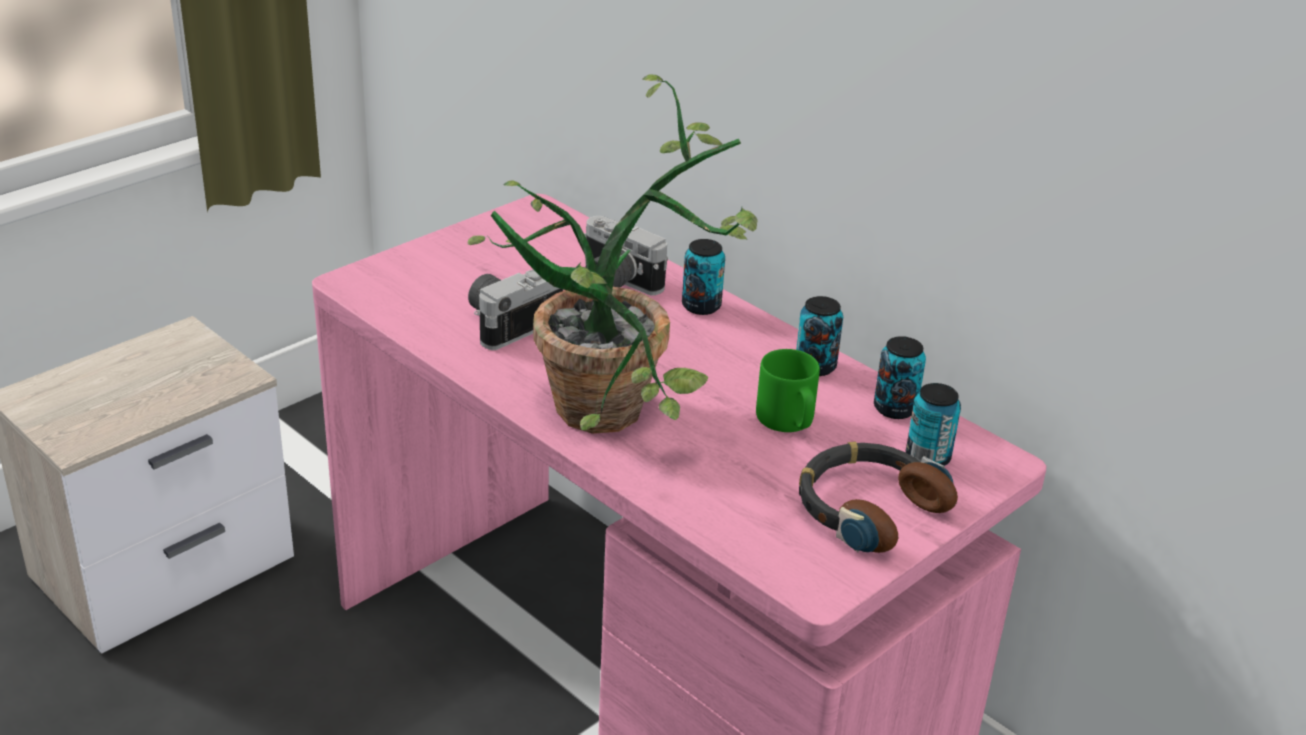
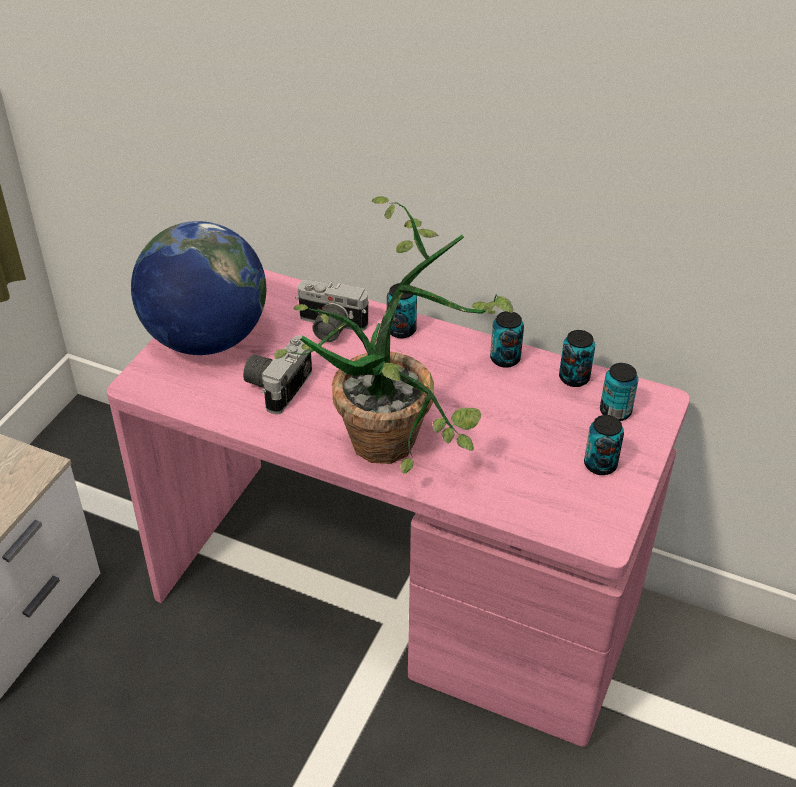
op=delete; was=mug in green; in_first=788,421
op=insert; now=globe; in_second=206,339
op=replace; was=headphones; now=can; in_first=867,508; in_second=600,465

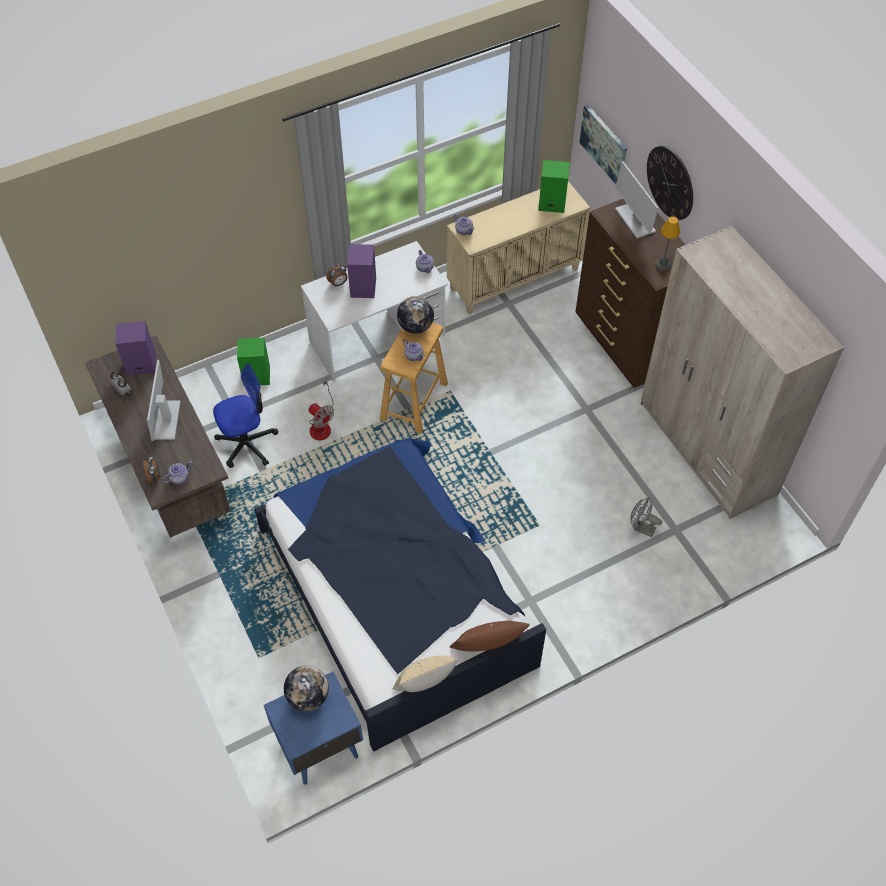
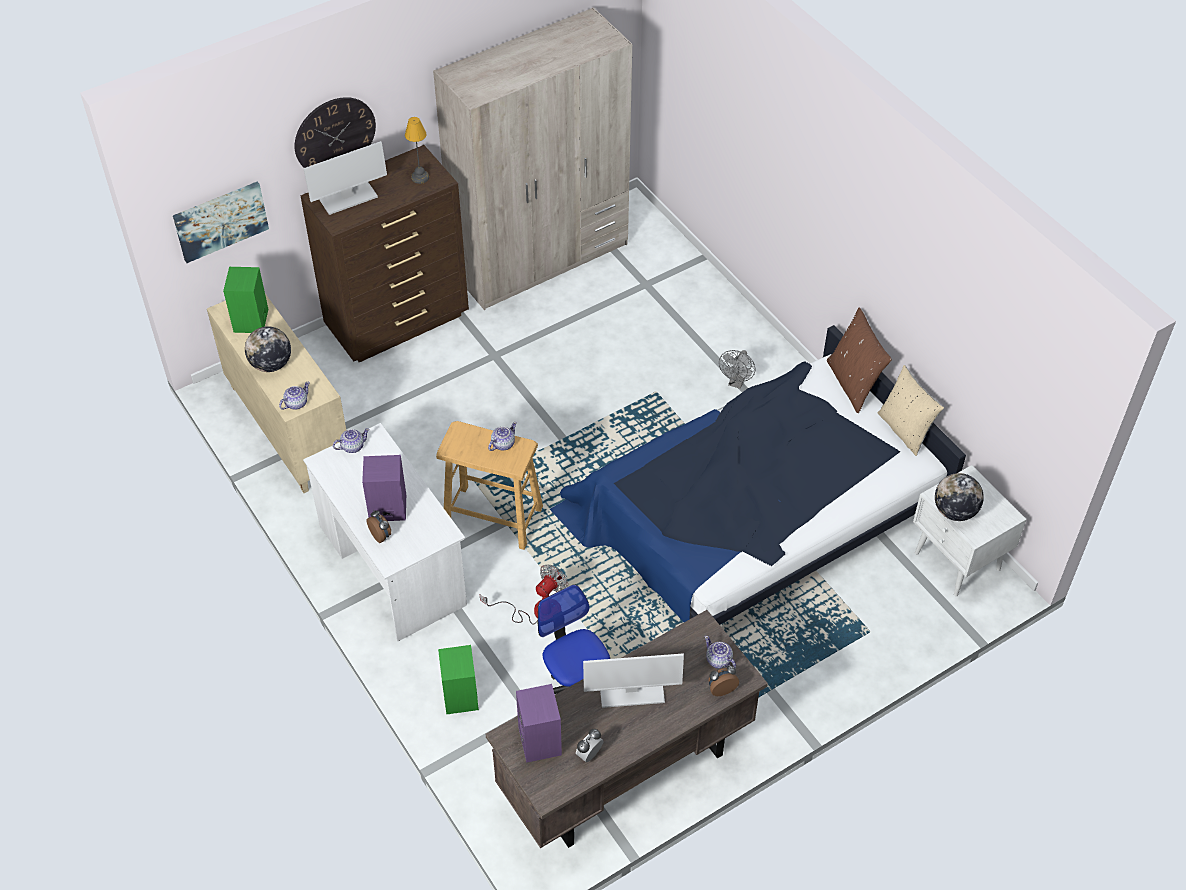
op=move; was=globe; in_first=415,326; in_second=271,364
op=move; was=fan in grey; in_first=641,528; in_second=736,382
op=recolor; was=nightstand in blue; now=nightstand in white; in_first=318,747; in_second=957,562

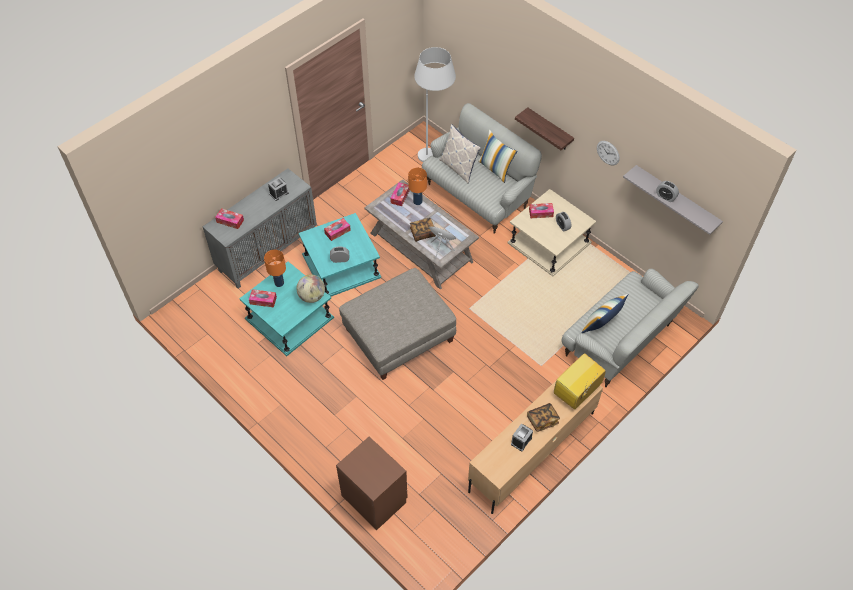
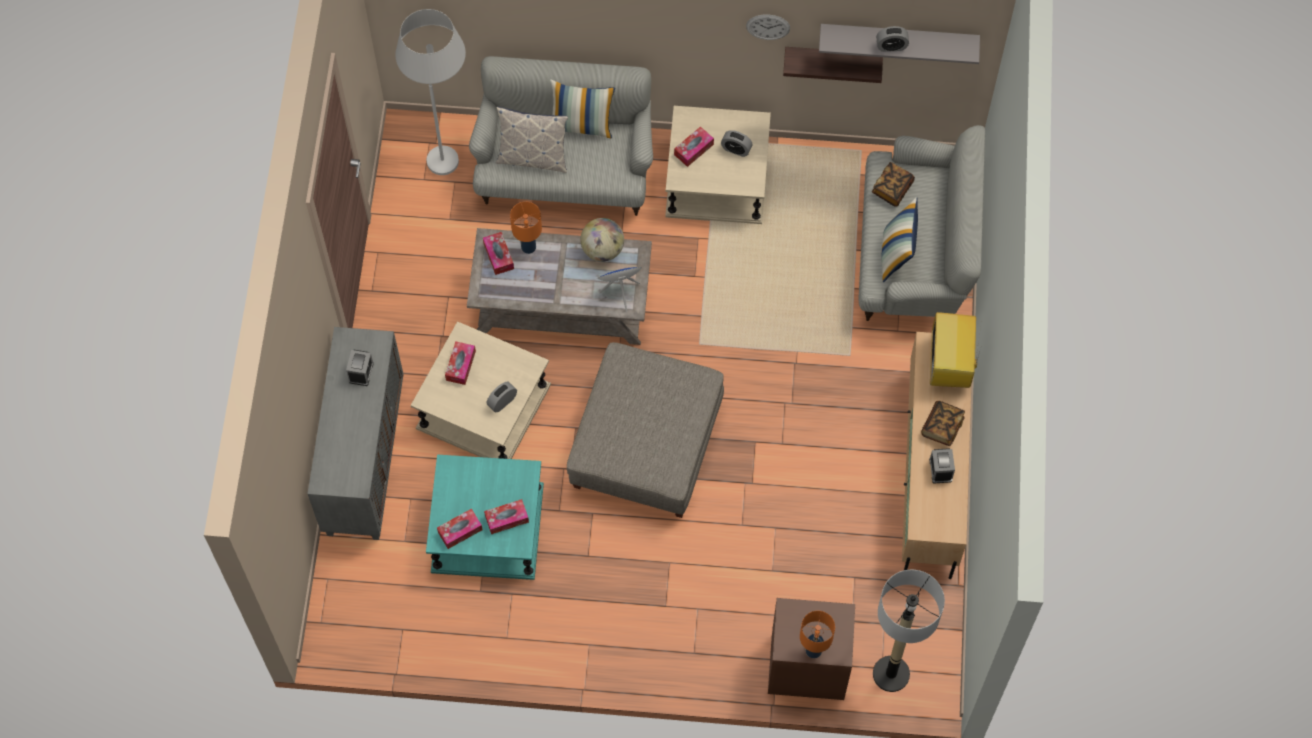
op=insert; now=floor lamp; in_second=891,674
op=move; was=tissue box; in_first=230,221; in_second=507,519
op=move; was=table lamp in orange; in_first=279,283; in_second=814,650
op=move; was=globe; in_first=312,296; in_second=602,250
op=move; was=book; in_first=422,233; in_second=892,189
op=move; was=shelf; in_first=549,130; in_second=833,59
op=recolor; was=side table in turquoise; now=side table in beige; in_first=341,266; in_second=483,406

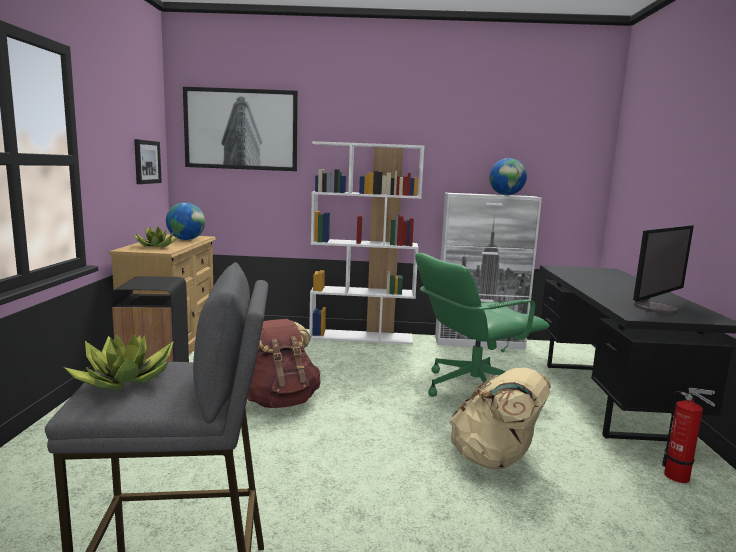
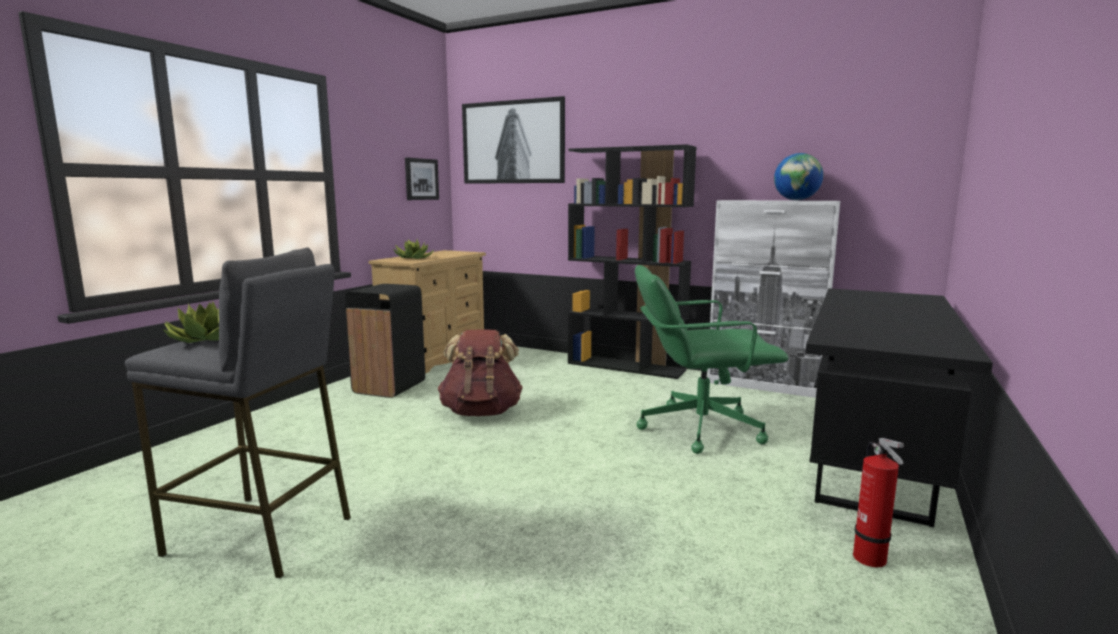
op=delete; was=globe; in_first=186,240
op=delete; was=backpack in beige; in_first=495,459
op=delete; was=monitor; in_first=655,308
op=recolor; was=bookcase in white; now=bookcase in black; in_first=362,337; in_second=626,366

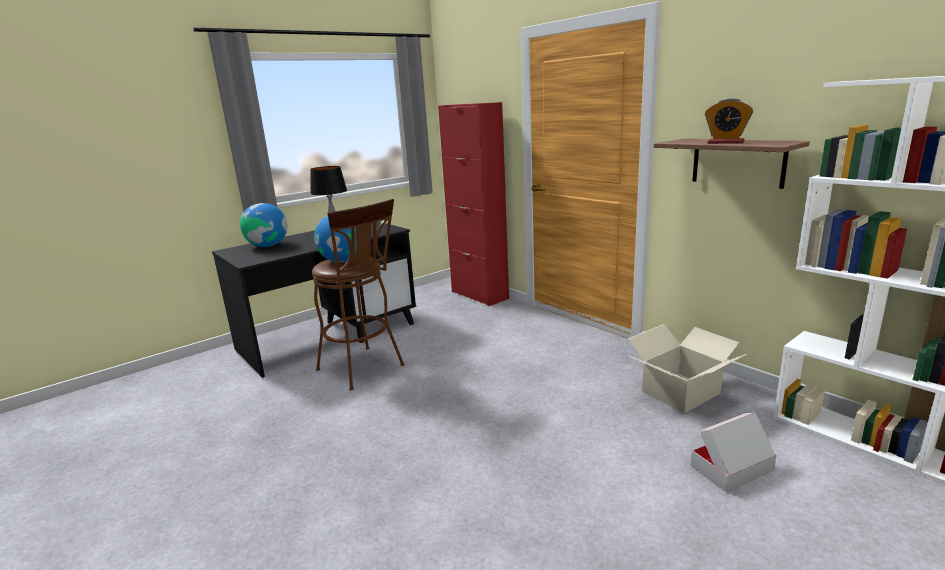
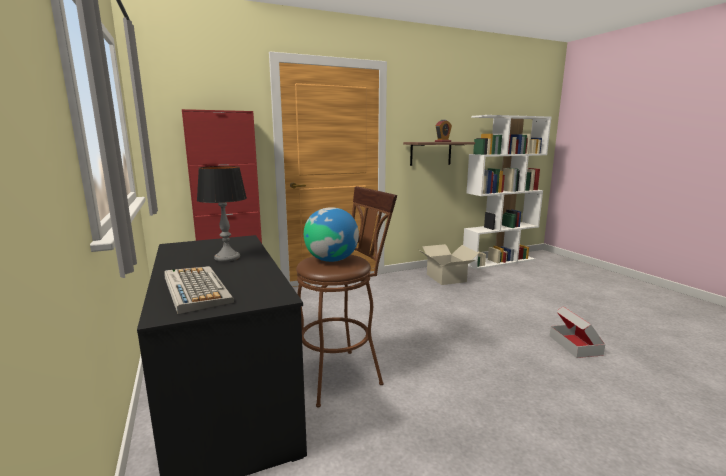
op=move; was=cardboard box; in_first=731,468; in_second=575,345
op=replace; was=globe; now=keyboard; in_first=267,246; in_second=195,289

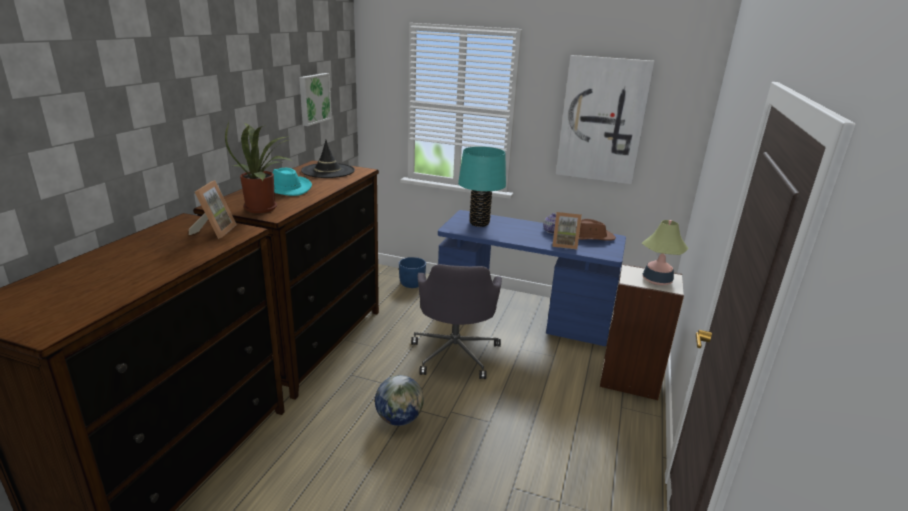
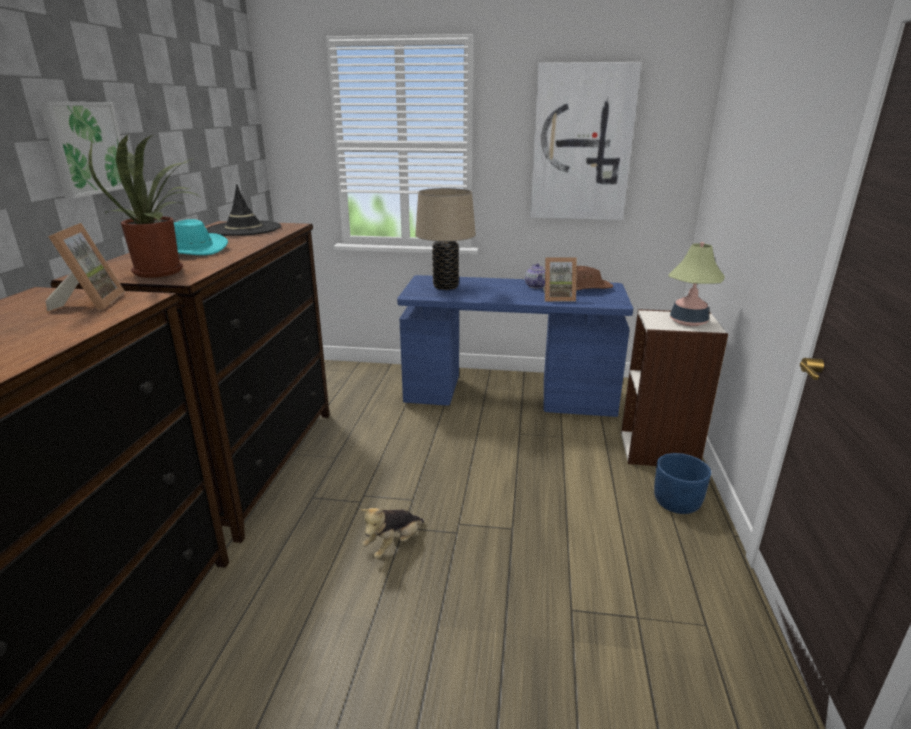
op=delete; was=office chair in grey; in_first=455,353
op=move; was=picture; in_first=314,98; in_second=85,148
op=move; was=planter in blue; in_first=412,284; in_second=676,503
op=replace; was=globe; now=plush toy; in_first=399,419; in_second=393,545
op=recolor; was=table lamp in turquoise; now=table lamp in beige; in_first=479,223; in_second=445,286

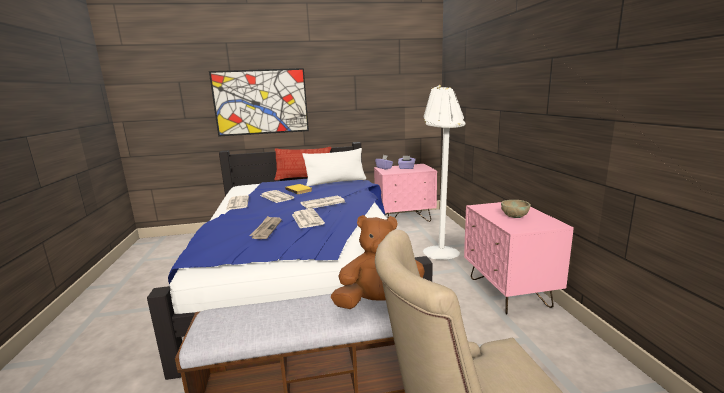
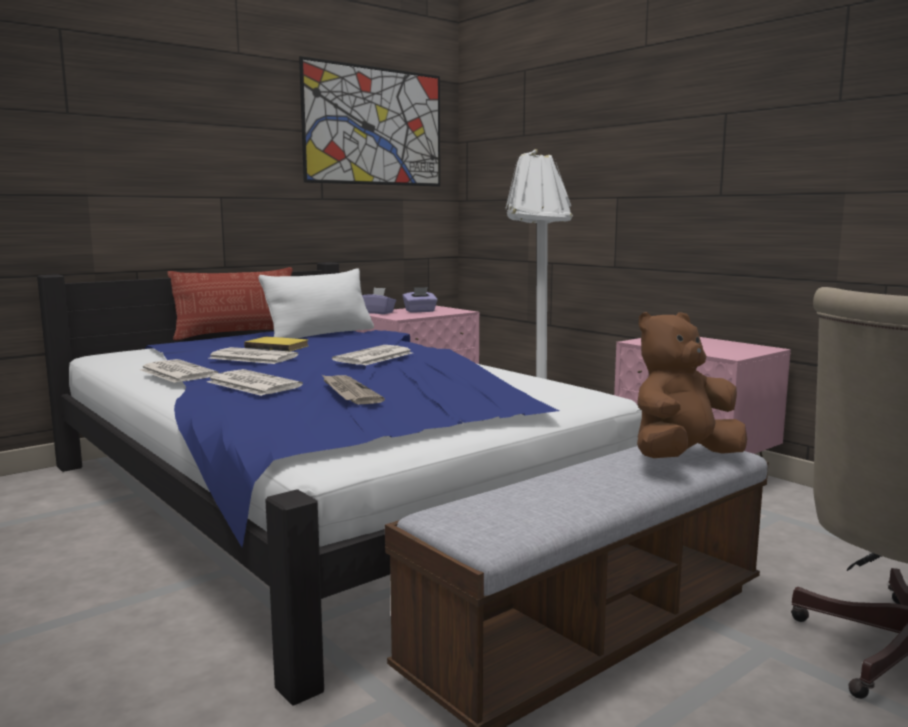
op=delete; was=bowl in beige; in_first=514,217
op=move; was=picture; in_first=261,102; in_second=374,126
op=move; was=newspaper; in_first=306,219; in_second=252,384

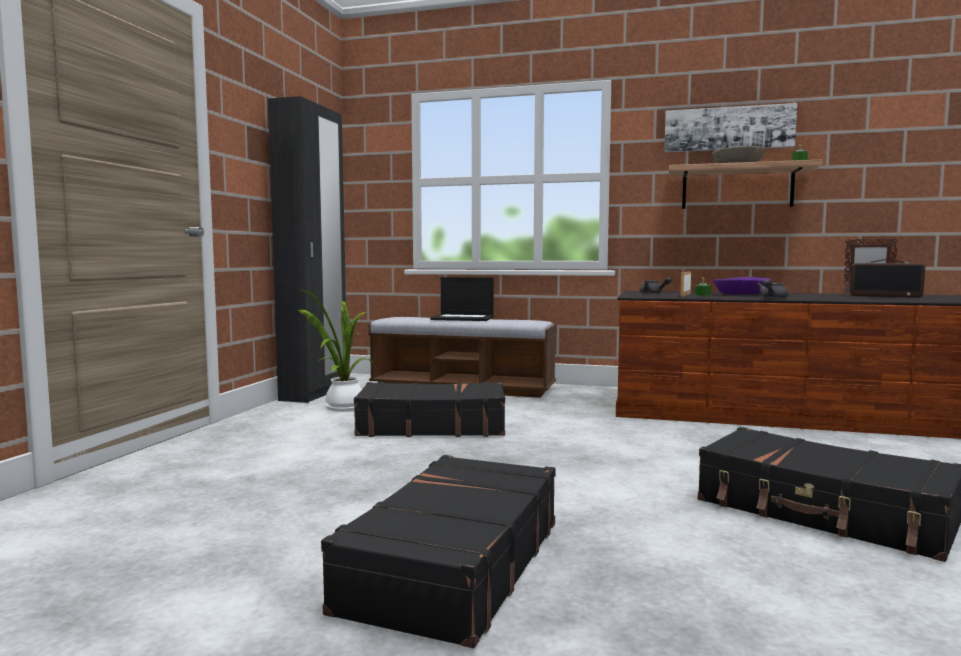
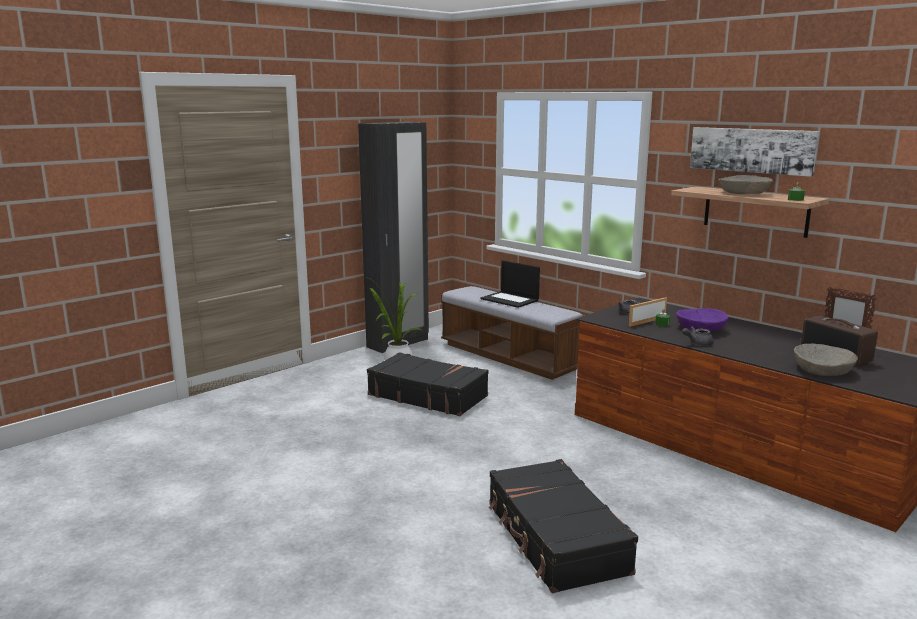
op=delete; was=suitcase in black; in_first=453,565
op=insert; now=bowl in beige; in_second=823,370

